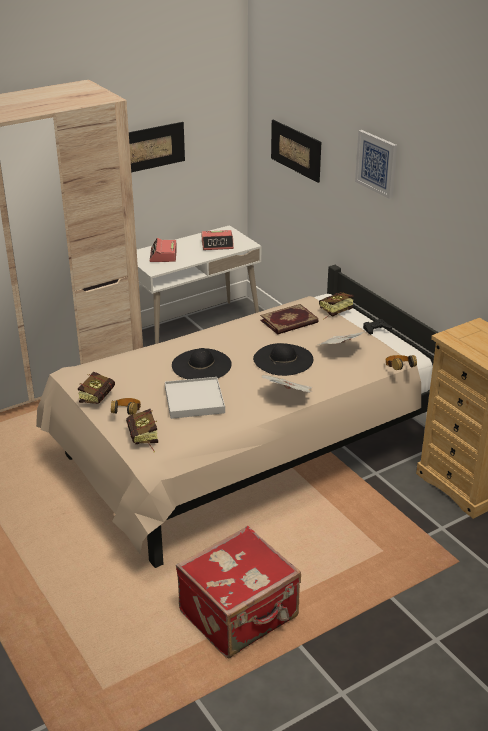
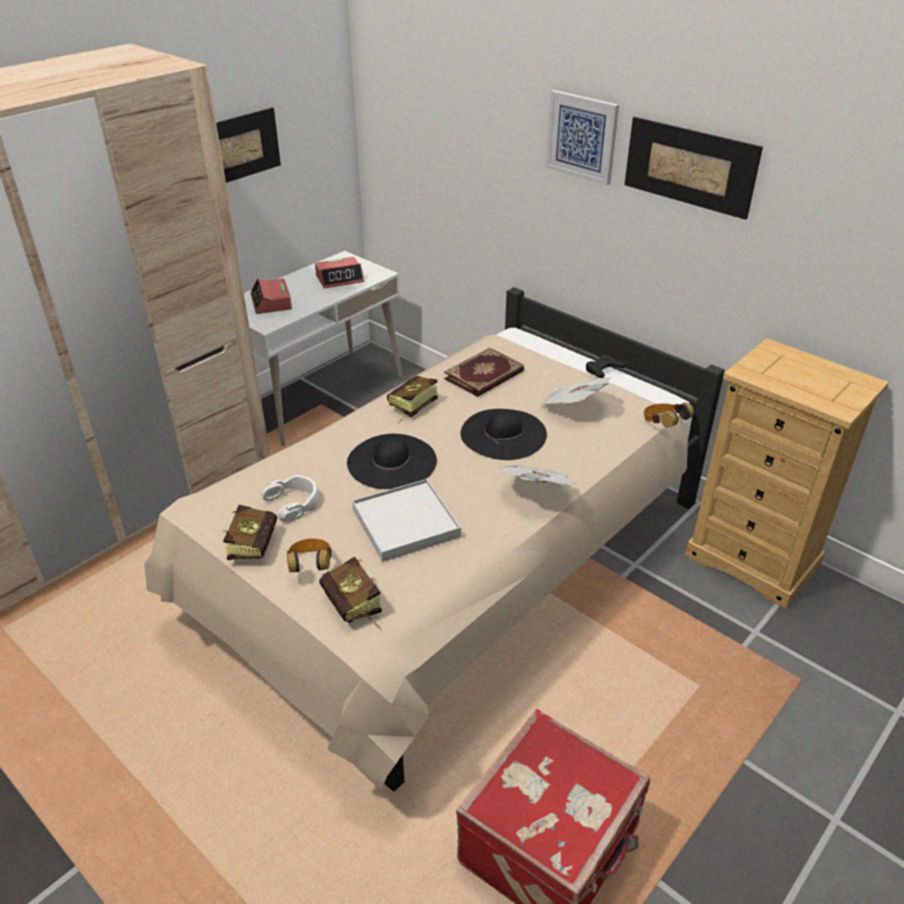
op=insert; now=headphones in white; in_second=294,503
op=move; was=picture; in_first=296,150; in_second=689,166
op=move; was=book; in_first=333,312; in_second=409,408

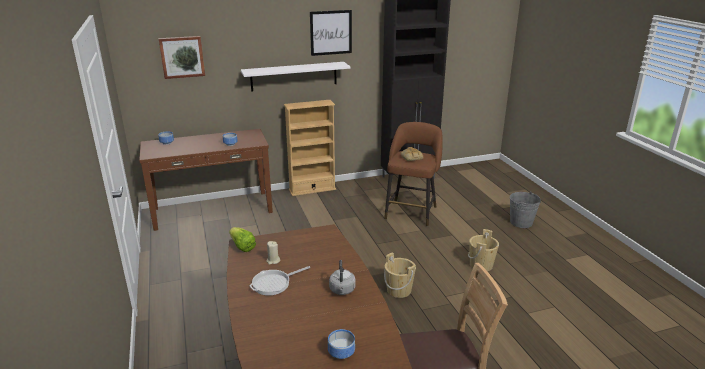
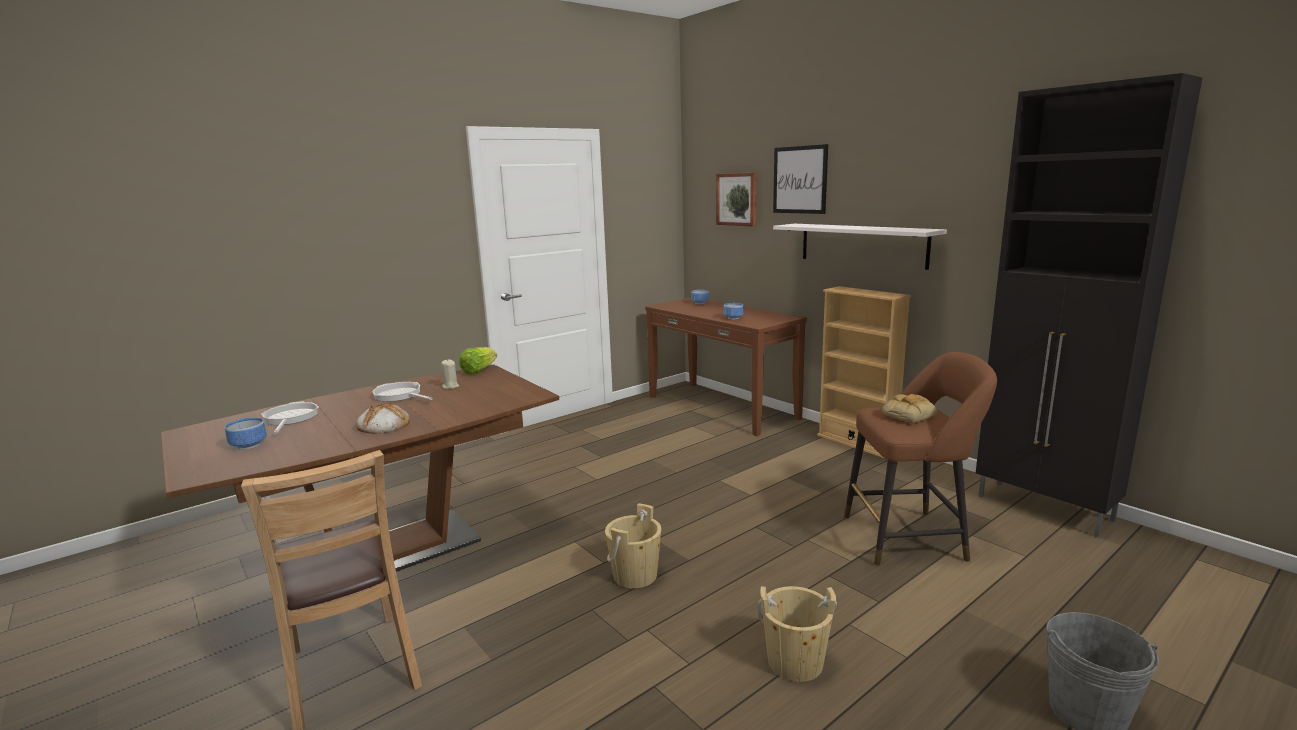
op=insert; now=frying pan; in_second=290,418
op=move; was=picture; in_first=331,32; in_second=800,180
op=replace; was=kettle in grey; now=bread; in_first=342,291; in_second=383,425

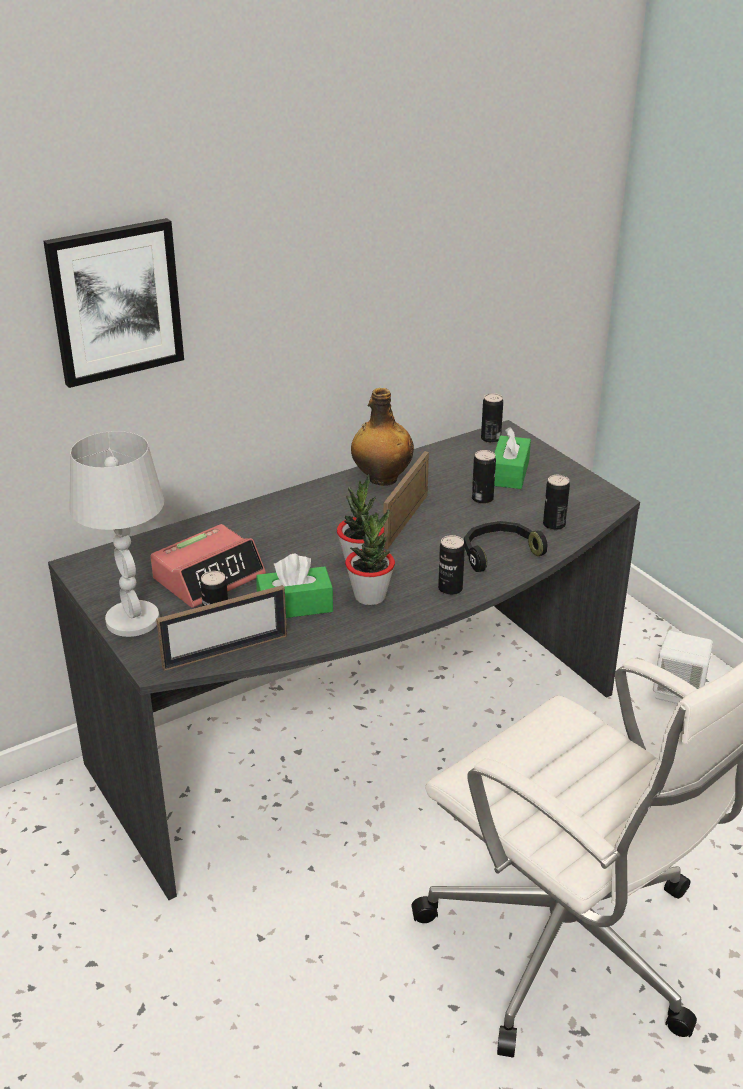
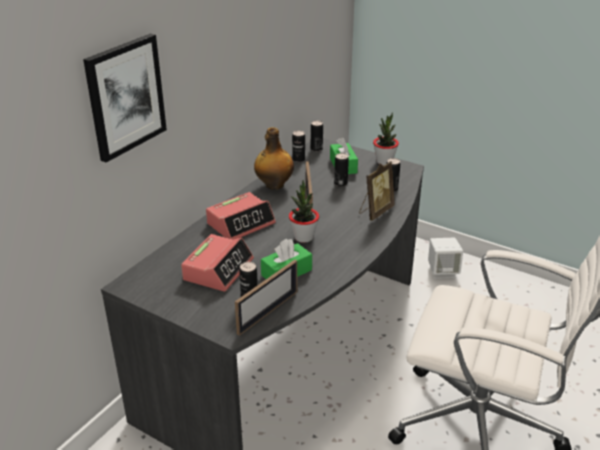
op=delete; was=table lamp in white; in_first=132,620
op=insert; now=alarm clock; in_second=241,223
op=move; was=potted plant; in_first=370,596; in_second=384,161
op=move; was=can; in_first=450,589; in_second=298,159
op=replace; was=headphones in black; now=picture frame; in_first=498,553; in_second=375,211

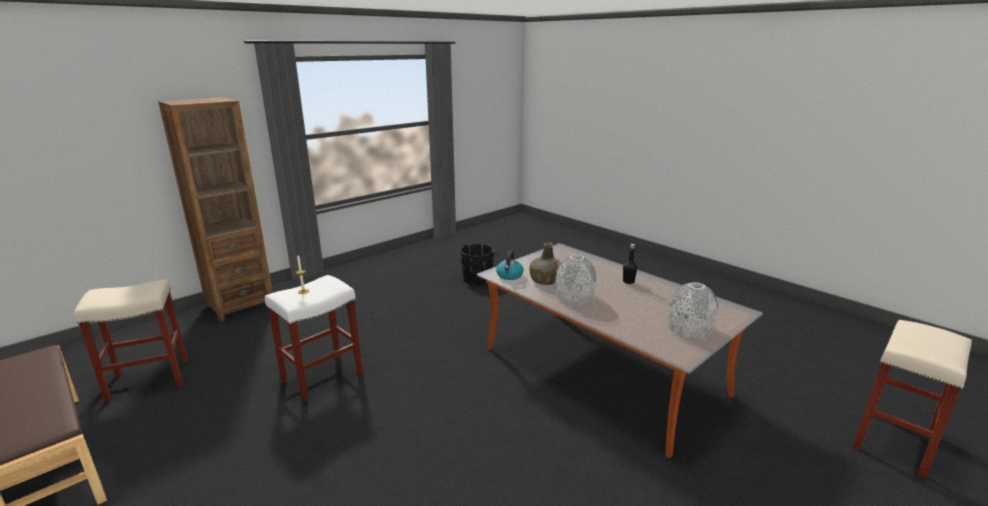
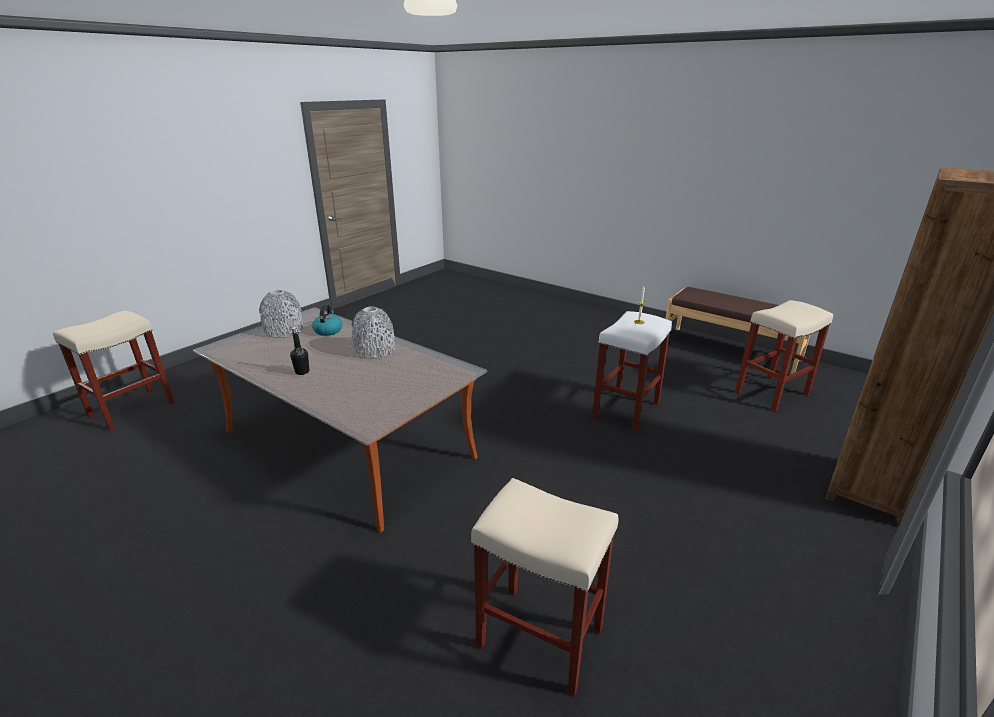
op=delete; was=bottle in green; in_first=546,280
op=move; was=kettle; in_first=509,276; in_second=328,330
op=replace; was=bucket in black; now=stool in beige; in_first=478,278; in_second=541,637

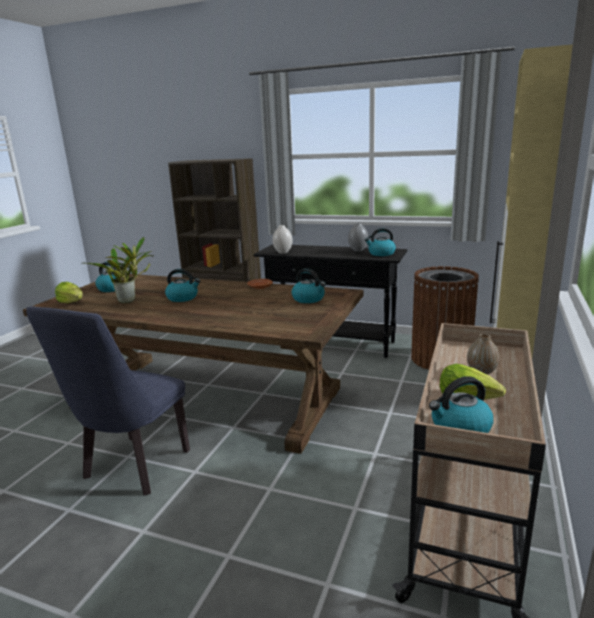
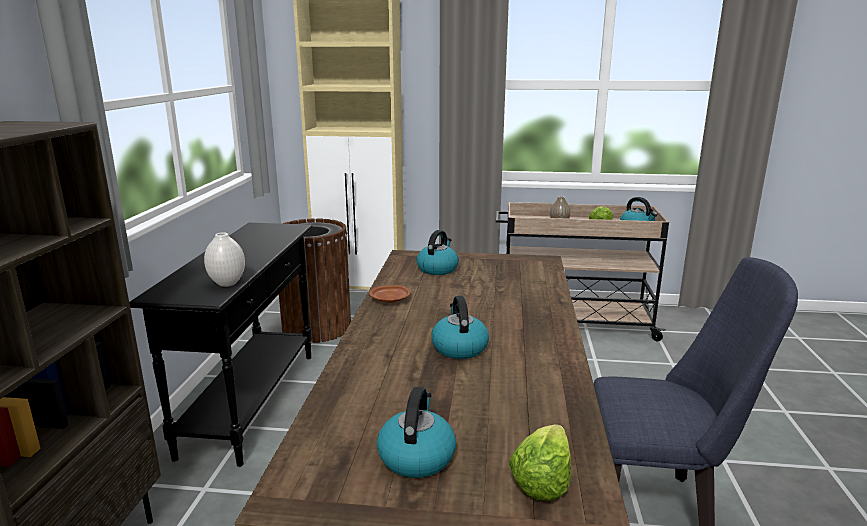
op=delete; was=potted plant; in_first=129,300
op=delete; was=vase in grey; in_first=358,250
op=delete; was=kettle; in_first=381,253

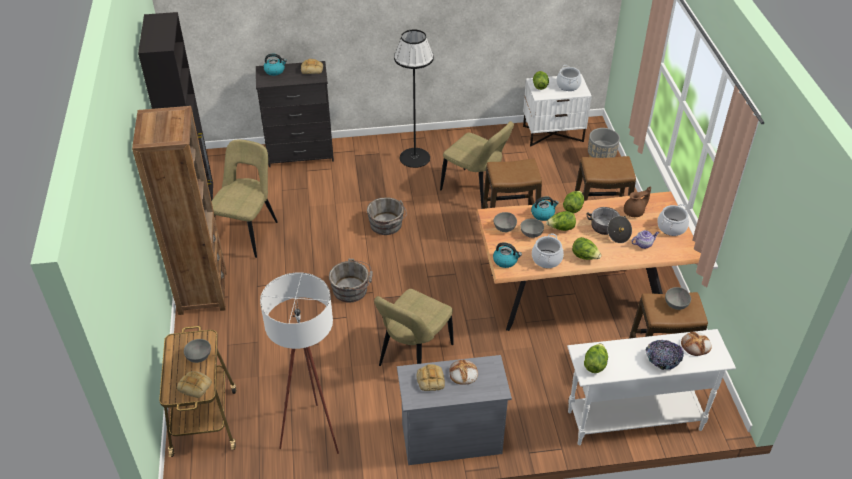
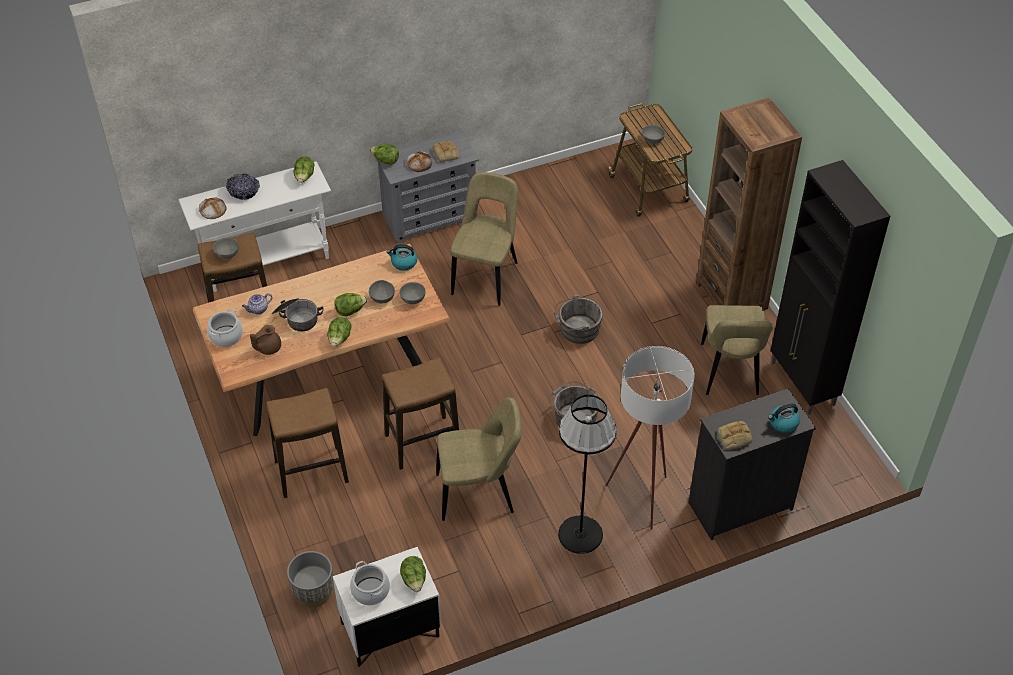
op=delete; was=bread; in_first=195,386
op=delete; was=kettle; in_first=543,214
op=delete; was=cooking pot; in_first=546,259
op=move; was=floor lamp in white; in_first=313,429; in_second=642,504
op=move; was=lettuce; in_first=585,256; in_second=385,161
op=rotate; was=chair in beige; in_first=475,191; in_second=479,493; clockwise=150

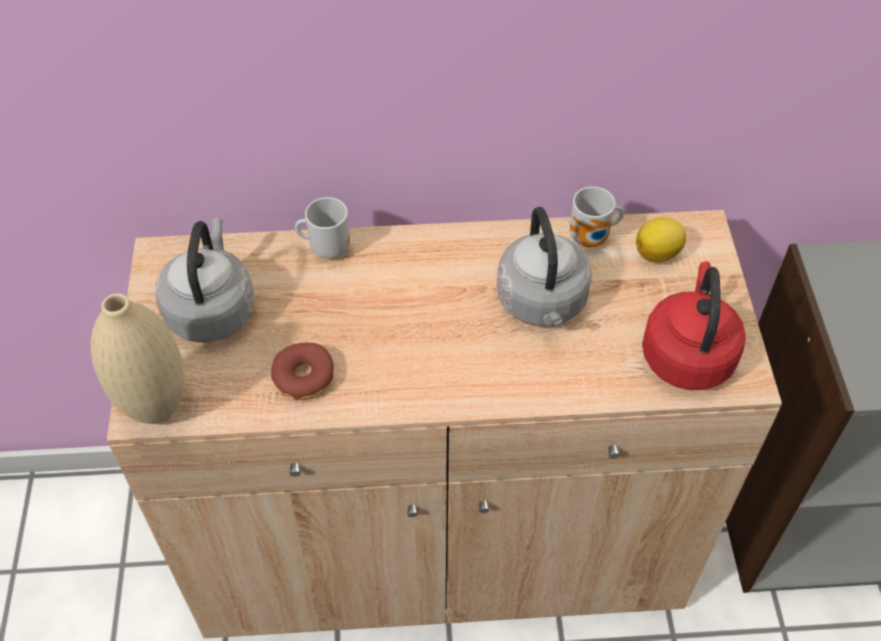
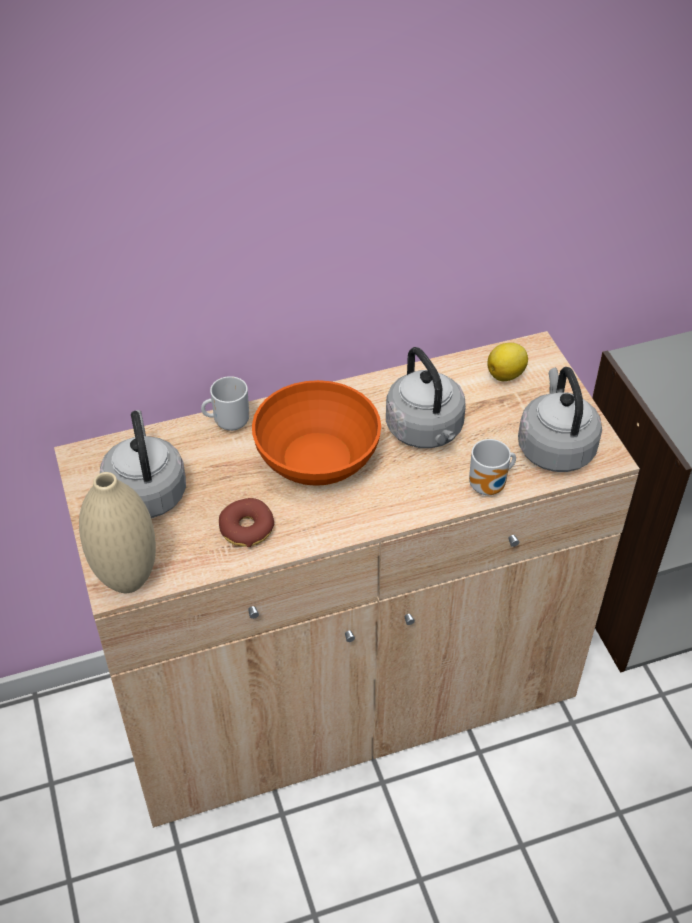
op=insert; now=bowl in orange; in_second=317,458
op=move; was=mug; in_first=591,239; in_second=490,487
op=recolor; was=kettle in red; now=kettle in grey; in_first=687,354; in_second=554,446

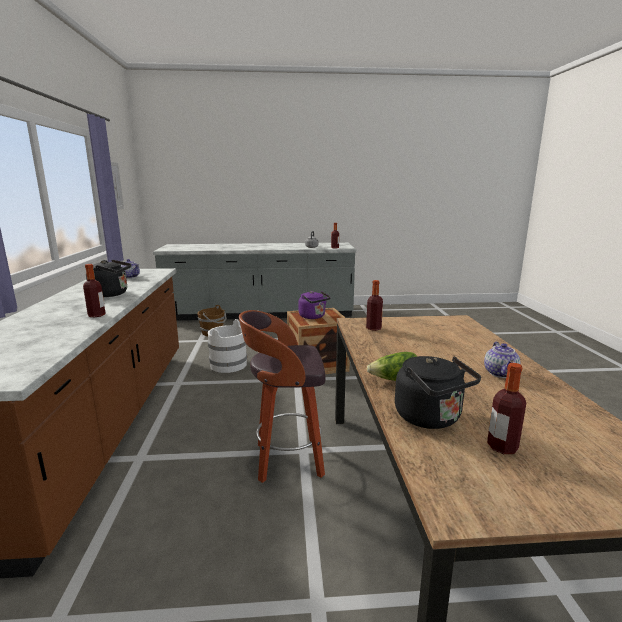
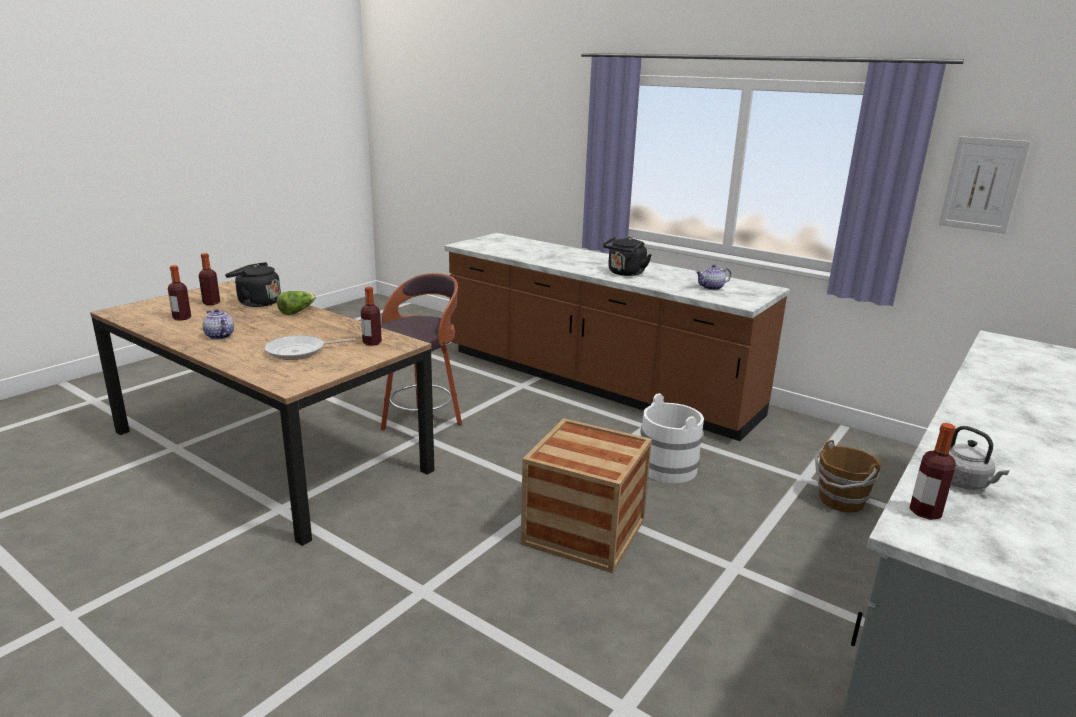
op=delete; was=kettle in purple; in_first=313,317
op=insert; now=frying pan; in_second=299,351
op=move; was=bottle; in_first=96,315; in_second=182,318

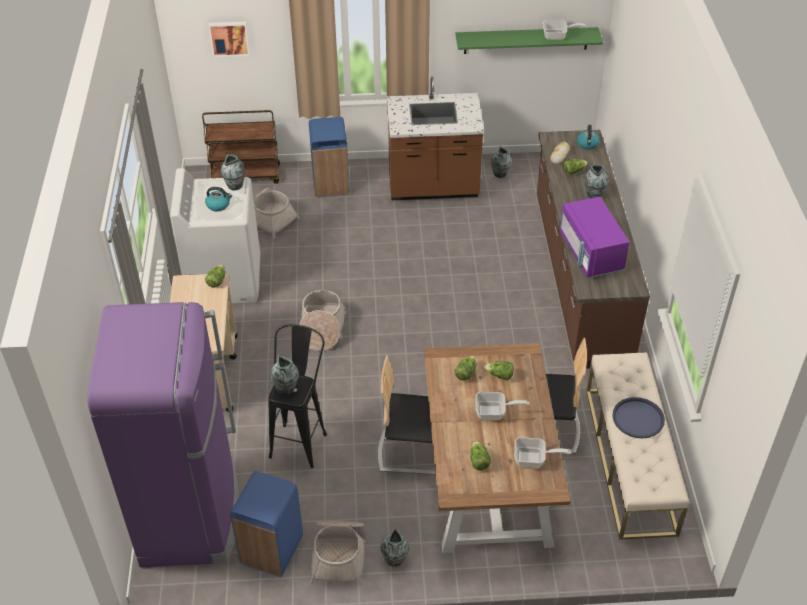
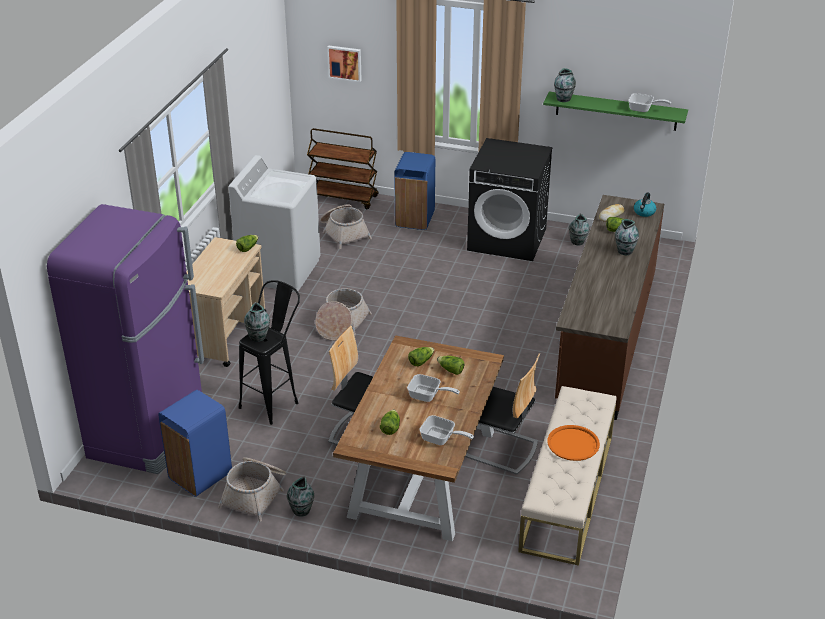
op=delete; was=kettle; in_first=218,205
op=delete; was=microwave in purple; in_first=590,253
op=move; was=vase; in_first=235,185; in_second=563,99
op=replace; was=counter in brown; now=washing machine in black; in_first=433,187; in_second=507,239
op=recolor; was=tray in blue; now=tray in orange; in_first=638,418; in_second=573,444

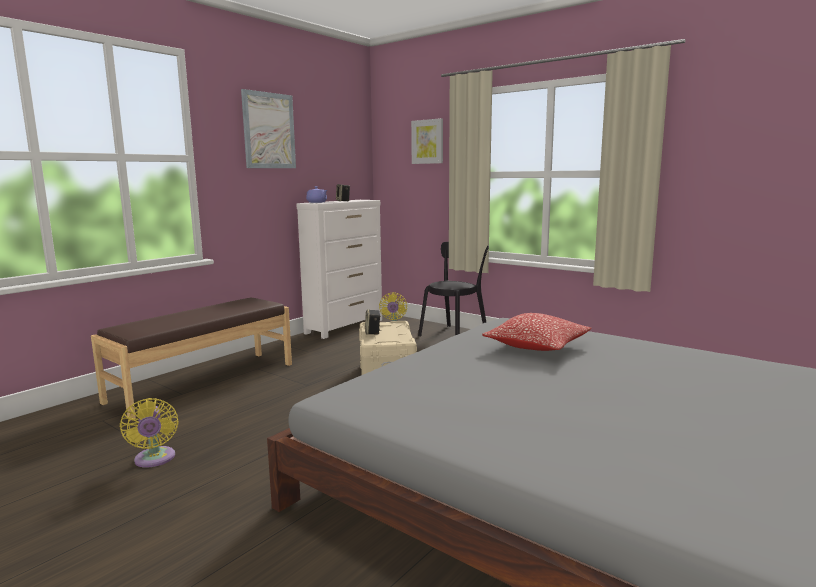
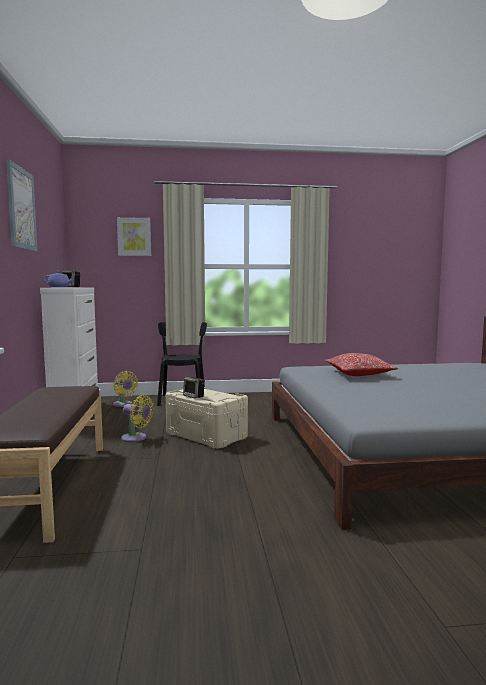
op=move; was=fan in yellow; in_first=154,460; in_second=136,438

